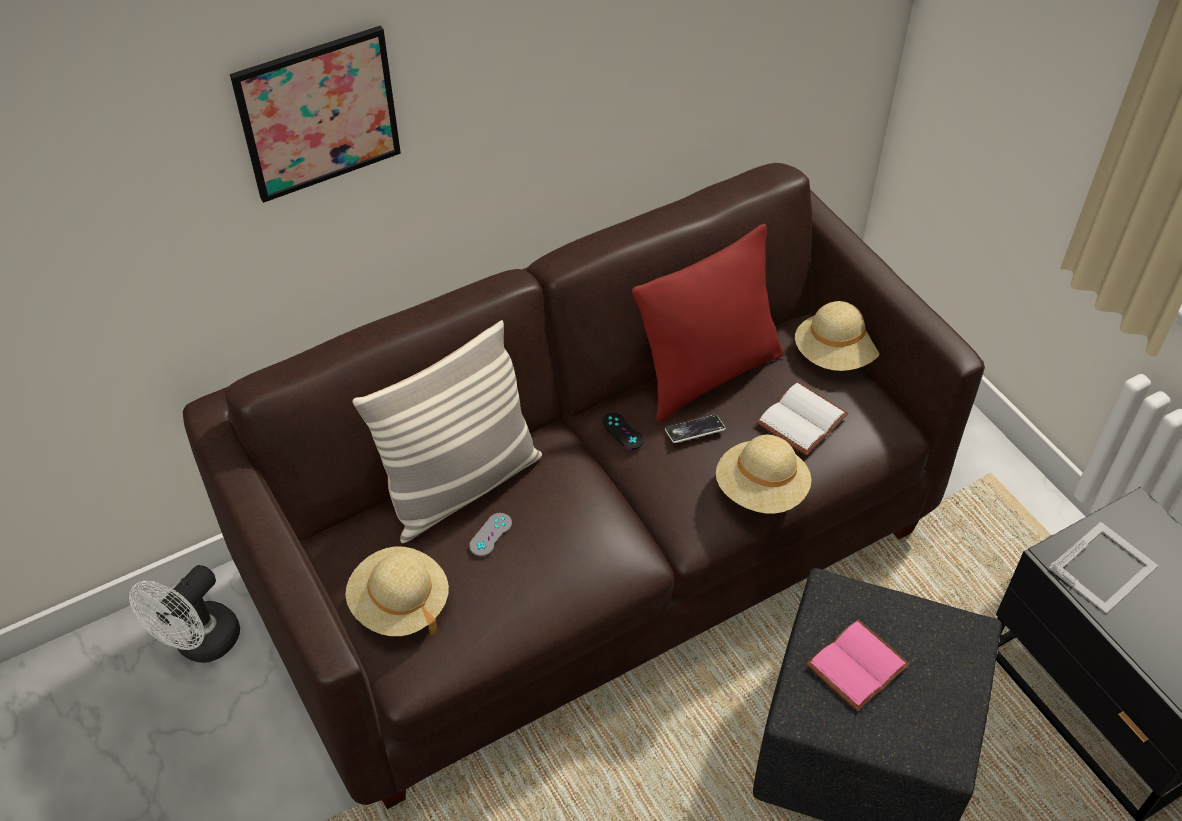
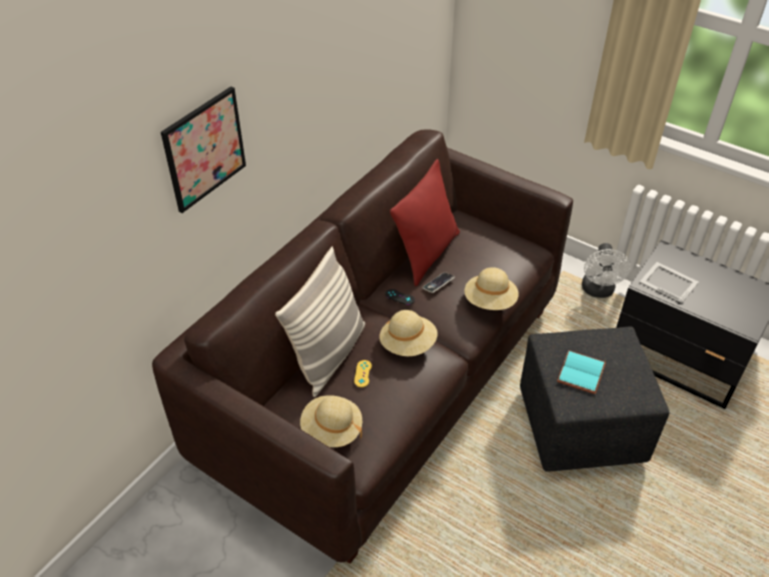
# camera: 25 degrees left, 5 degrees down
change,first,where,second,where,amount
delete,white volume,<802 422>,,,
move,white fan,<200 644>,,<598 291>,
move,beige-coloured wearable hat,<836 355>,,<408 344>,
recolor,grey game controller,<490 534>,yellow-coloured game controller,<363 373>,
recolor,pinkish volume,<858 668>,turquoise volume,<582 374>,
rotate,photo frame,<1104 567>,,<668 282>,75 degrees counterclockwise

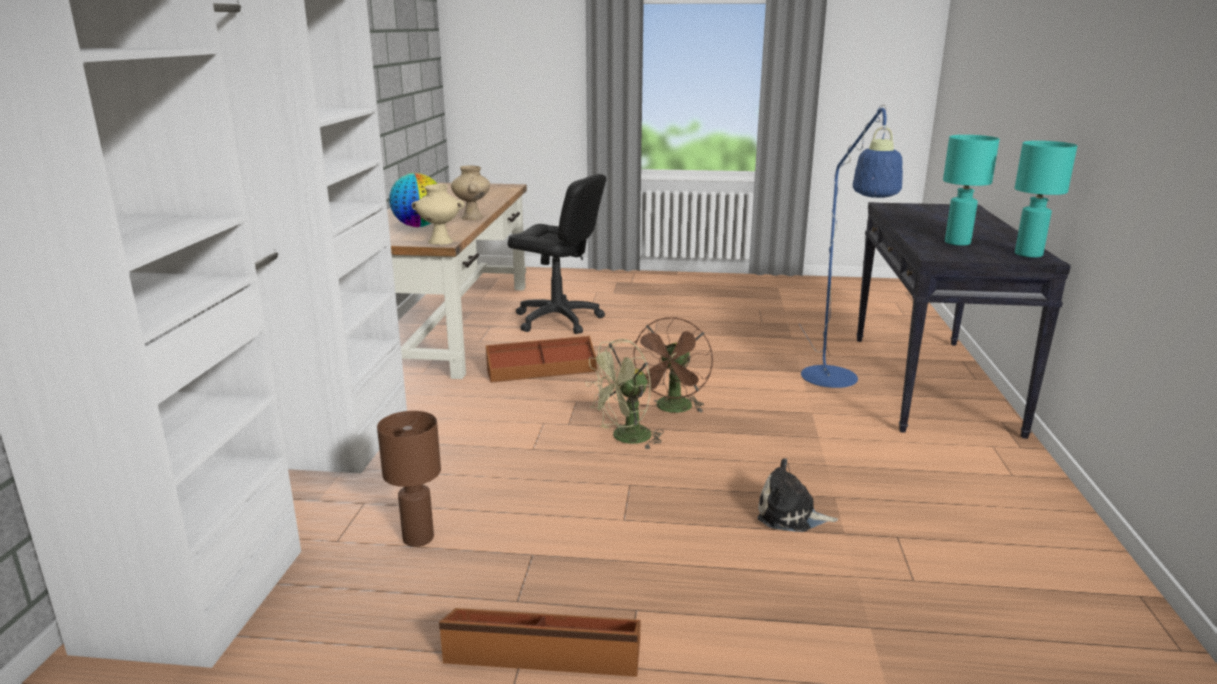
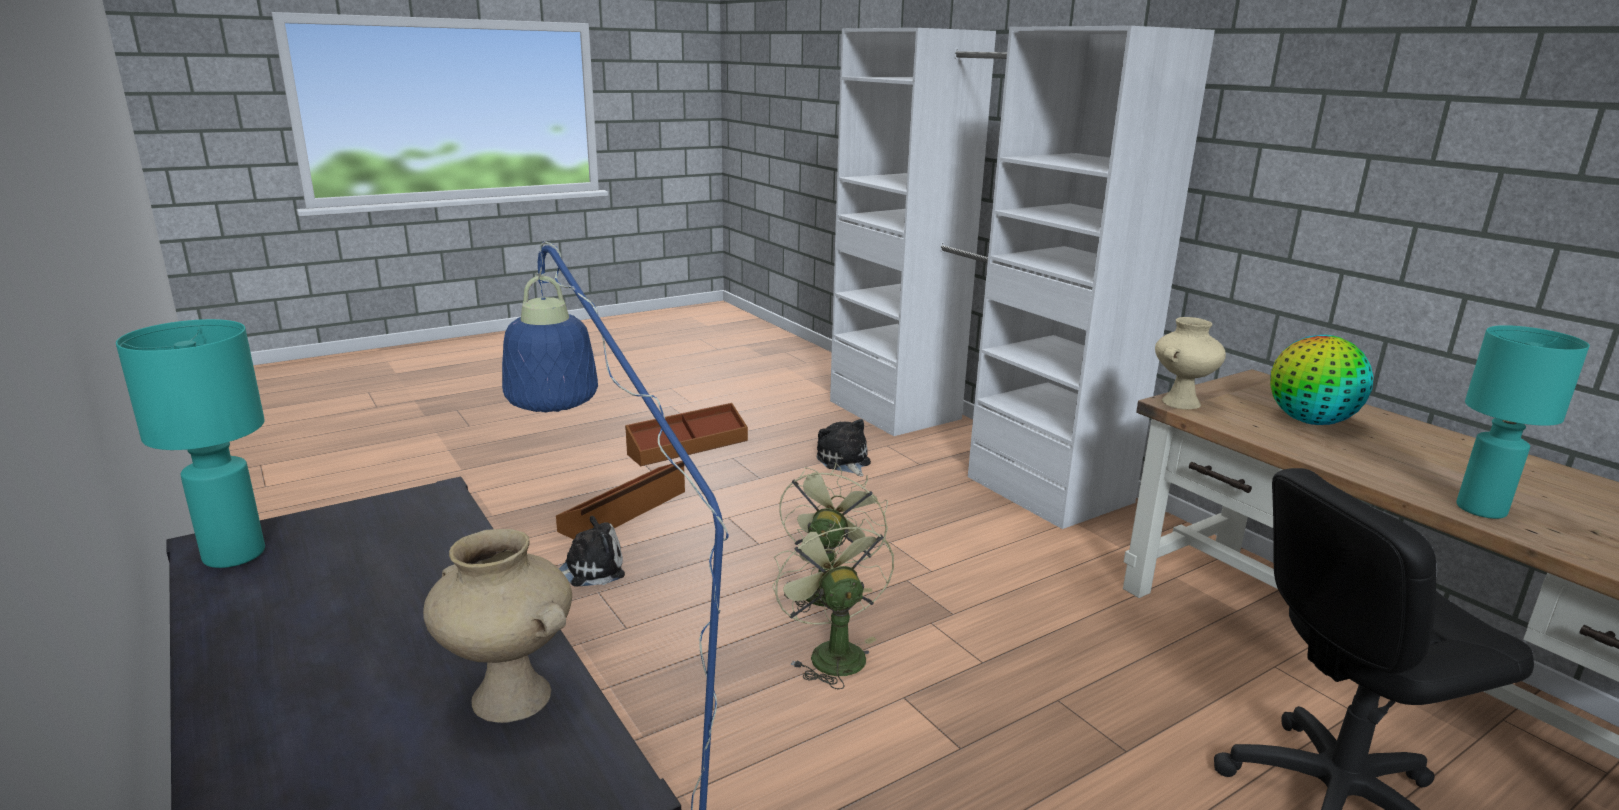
# camera: 140 degrees right, 0 degrees up
change,first,where,second,where,amount
move,beige-coloured decorative vase,<473 217>,,<508 698>,
move,brown storage box,<541 370>,,<625 511>,
move,turquoise table lamp,<957 243>,,<1480 509>,
replace,brown table lamp,<419 538>,cuddly toy,<844 461>,
recolor,brown fan,<673 409>,green fan,<831 652>,

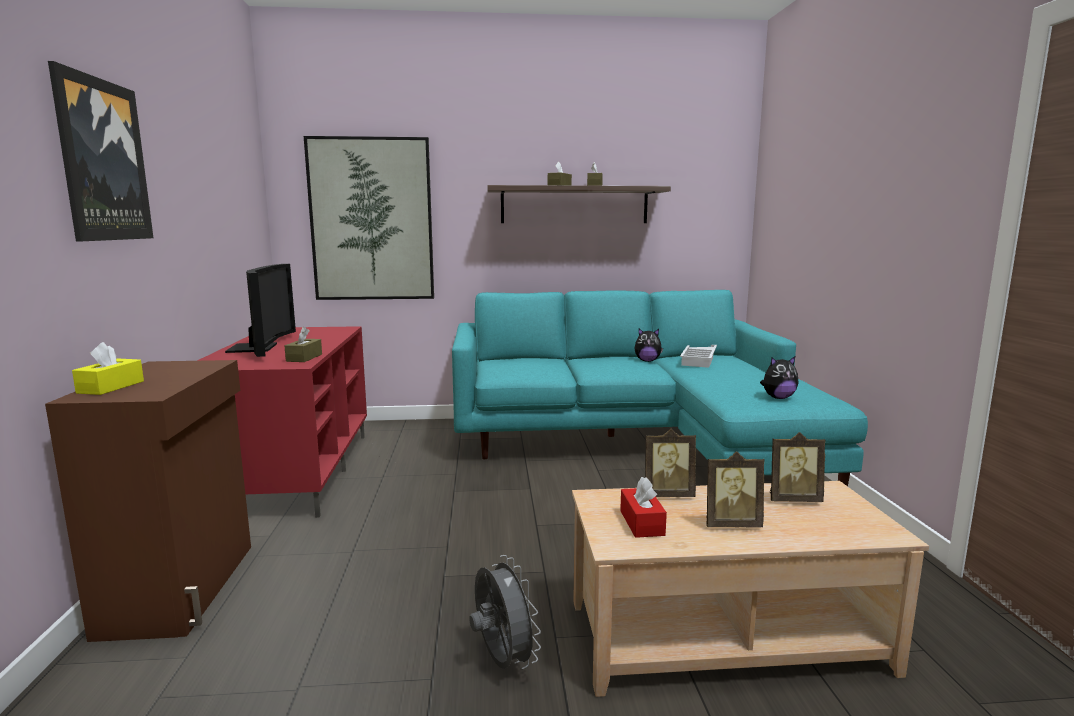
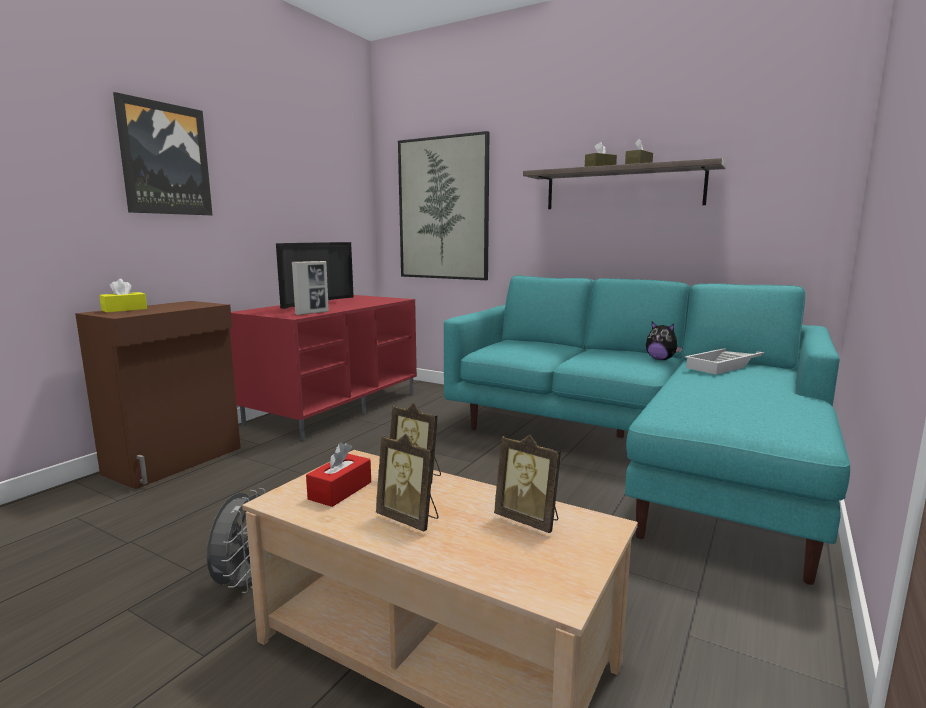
# camera: 35 degrees right, 0 degrees up
change,first,where,second,where,amount
delete,cuddly toy,<778 398>,,,
replace,brown tissue box,<304 358>,photo frame,<312 313>,

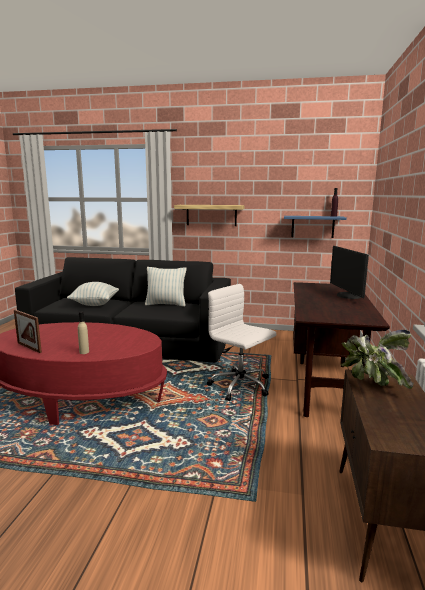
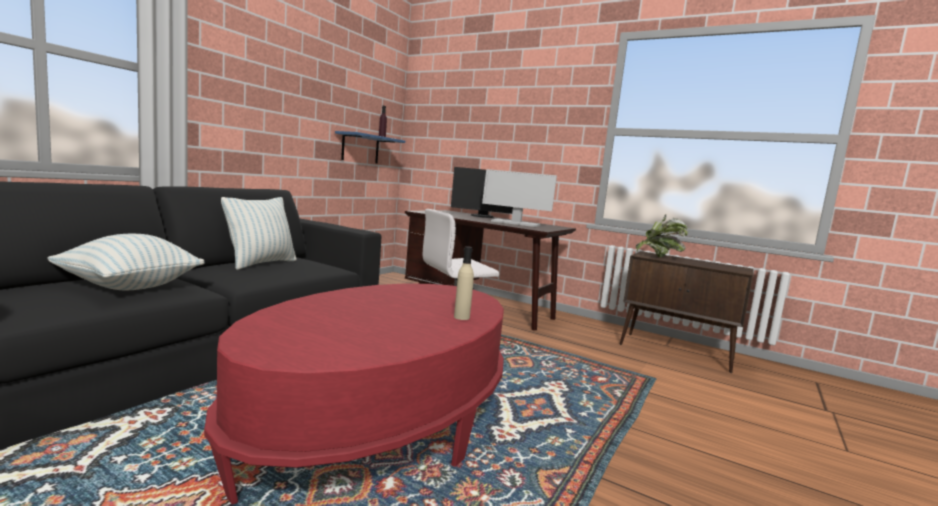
# camera: 70 degrees left, 5 degrees down
change,first,where,second,where,amount
delete,photo frame,<29 347>,,,
delete,shelf,<211 215>,,,
insert,,,monitor,<515 223>,

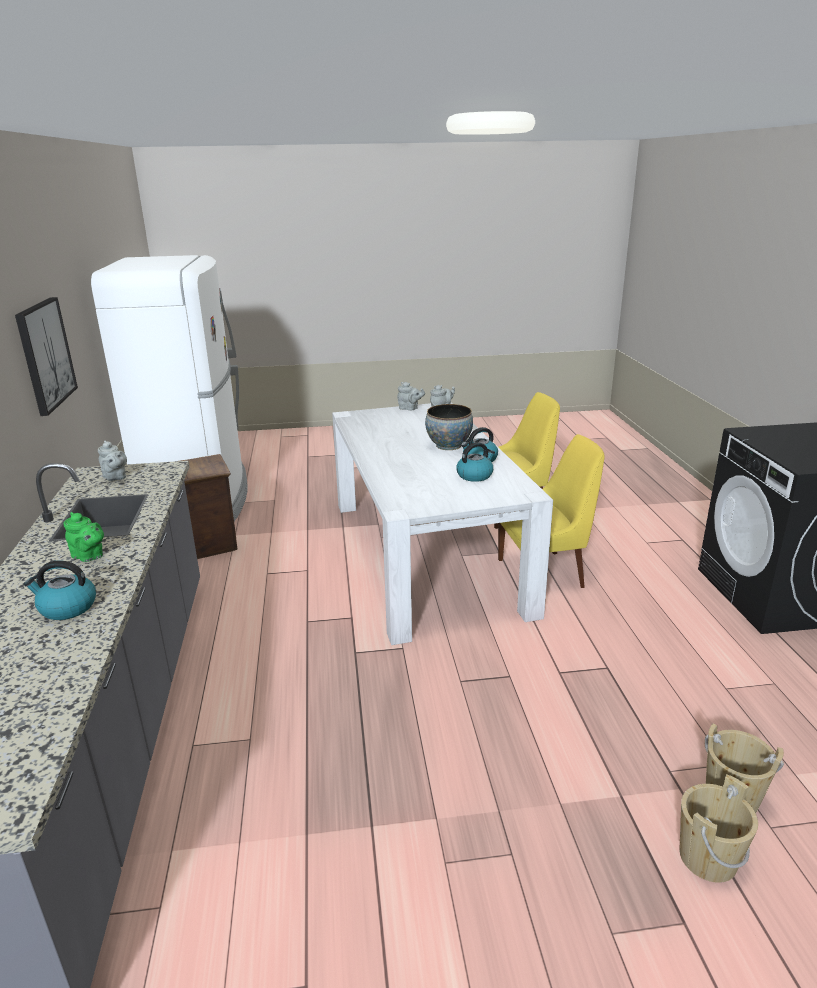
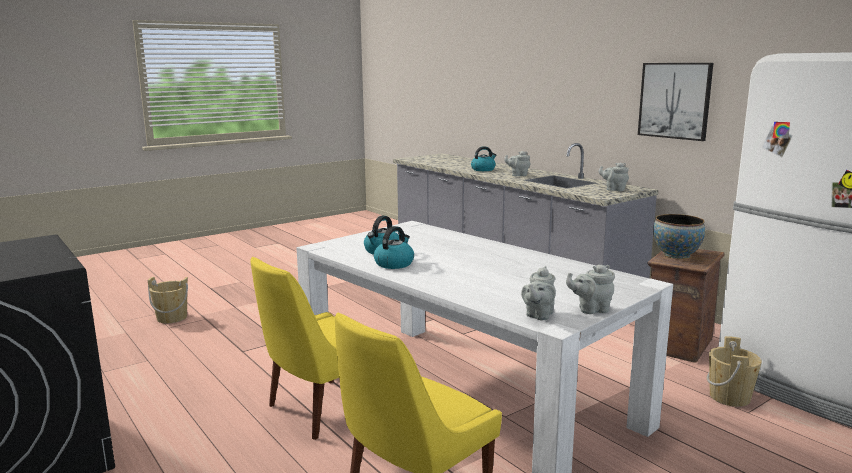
# camera: 150 degrees right, 10 degrees down
change,first,where,second,where,amount
move,serving bowl,<448 446>,,<676 255>,
move,beige-coloured water bucket,<708 857>,,<729 397>,
recolor,green pot for tea,<89 556>,grey pot for tea,<518 175>,

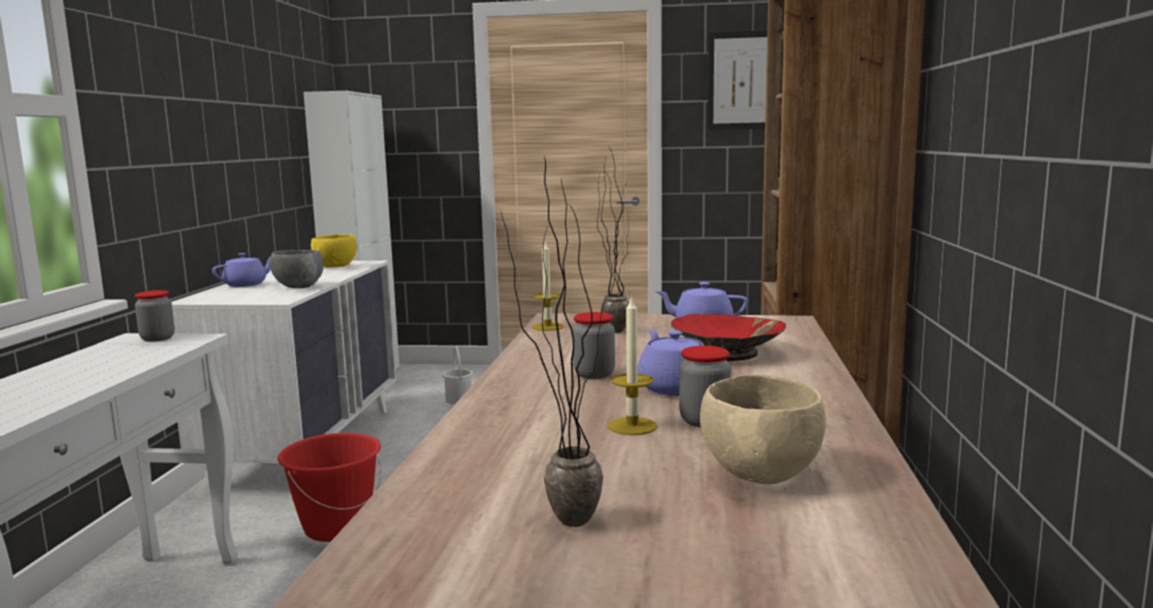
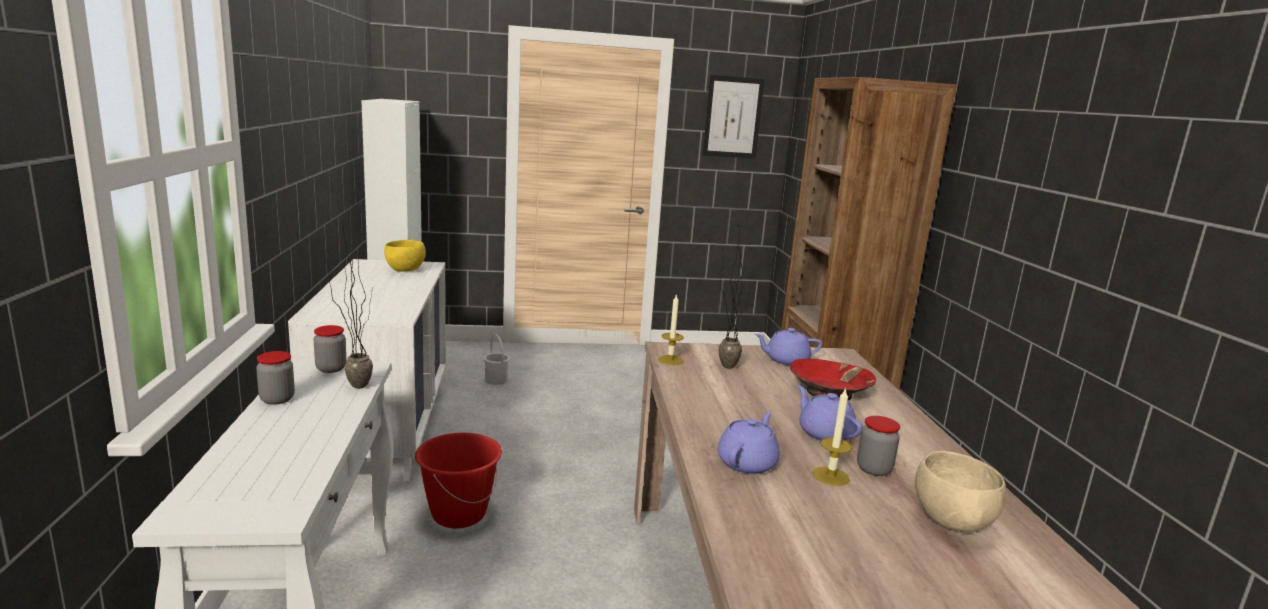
# camera: 15 degrees left, 5 degrees up
change,first,where,second,where,amount
delete,grey serving bowl,<298 287>,,,
move,purple-coloured pot for tea,<246 284>,,<747 463>,
move,houseplant,<560 516>,,<353 384>,
move,jar,<594 374>,,<277 399>,

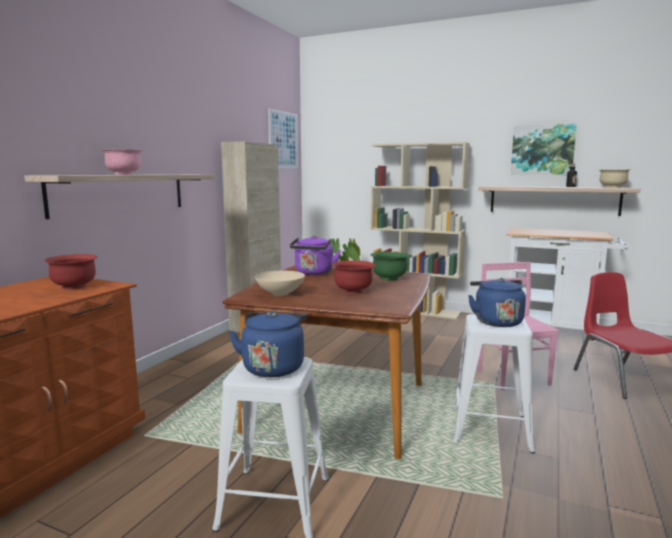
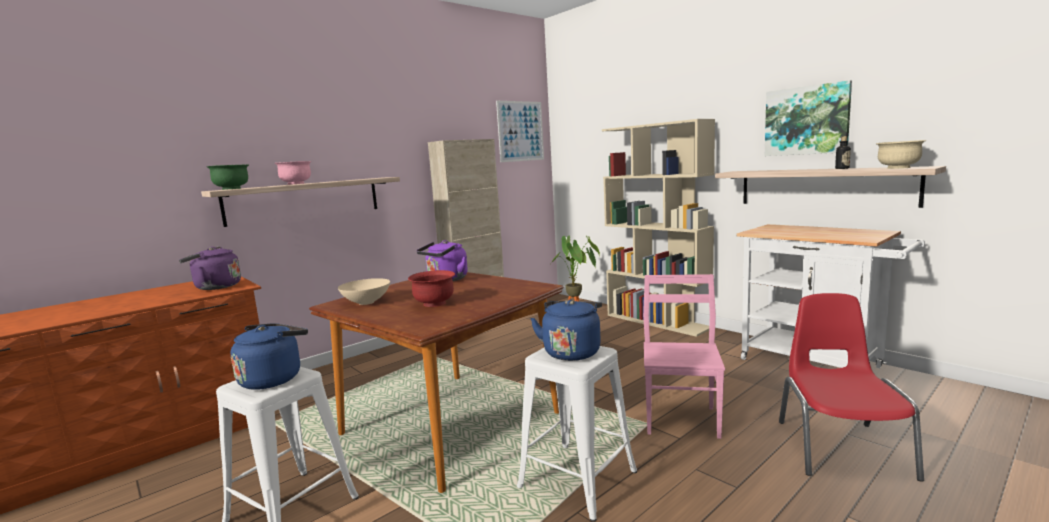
# camera: 25 degrees right, 0 degrees up
change,first,where,second,where,amount
move,green serving bowl,<389 279>,,<232 189>,
replace,reddish serving bowl,<74 287>,purple-coloured kettle,<215 287>,

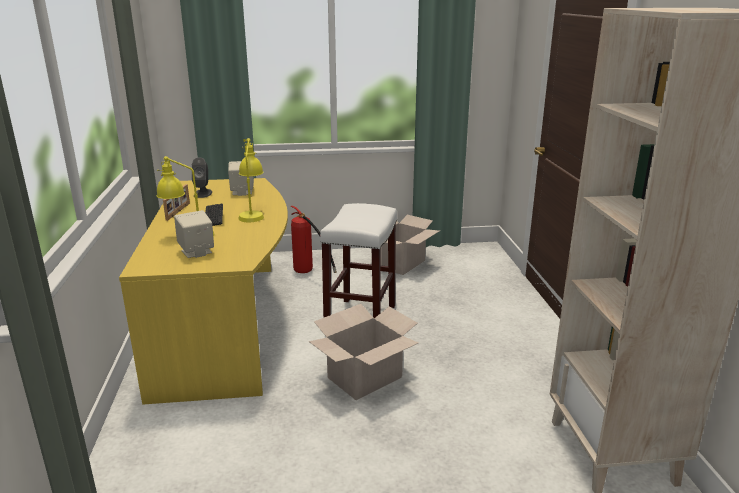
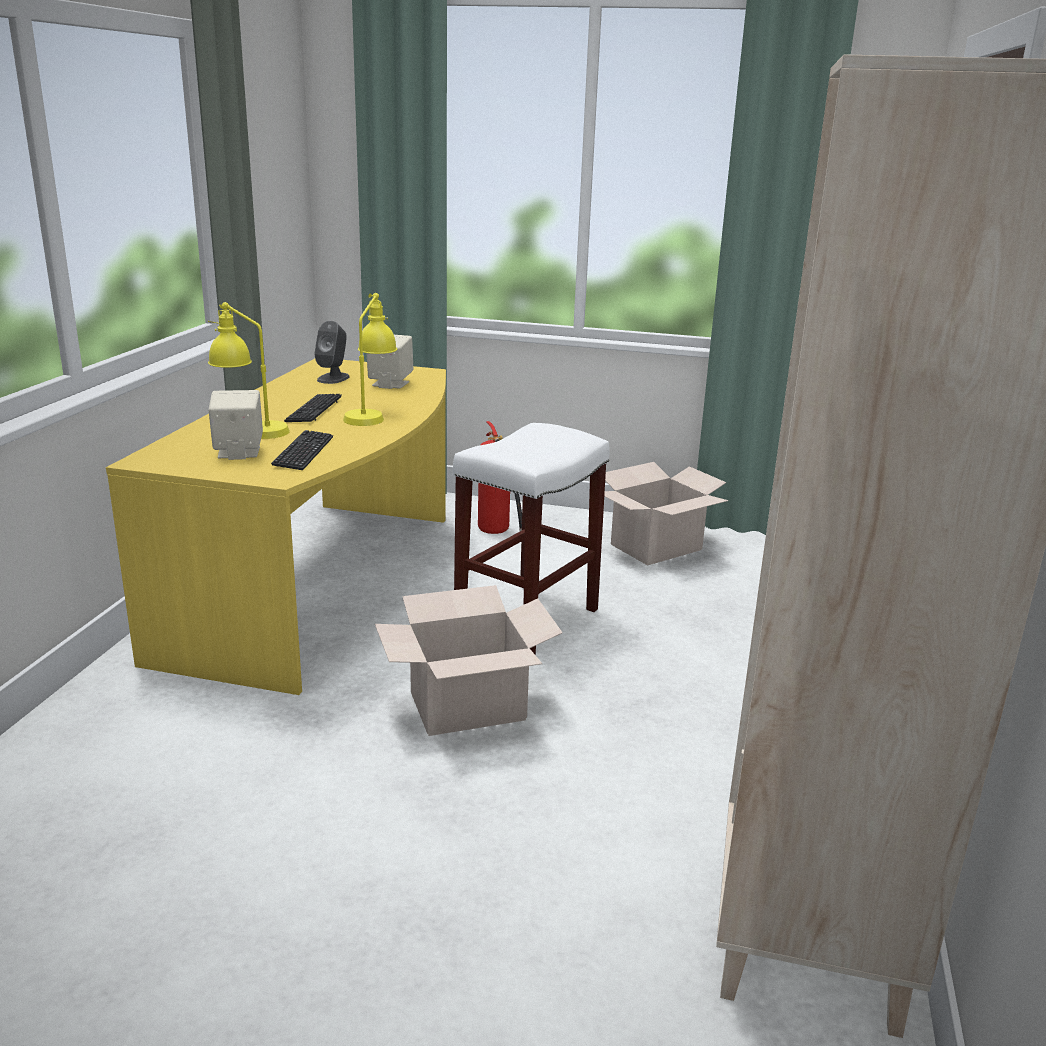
# camera: 20 degrees right, 0 degrees up
change,first,where,second,where,amount
delete,photo frame,<179 211>,,,
insert,,,PC keyboard,<303 452>,

